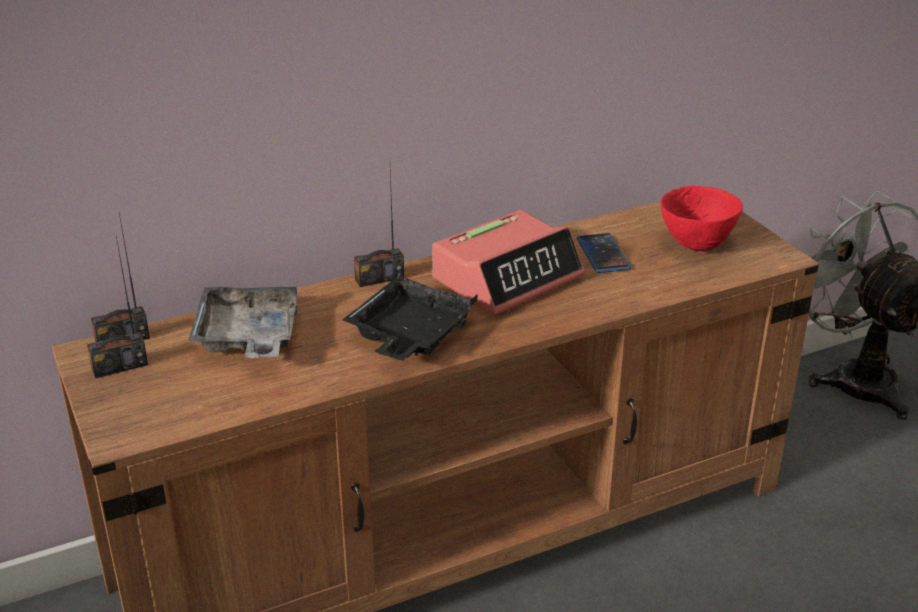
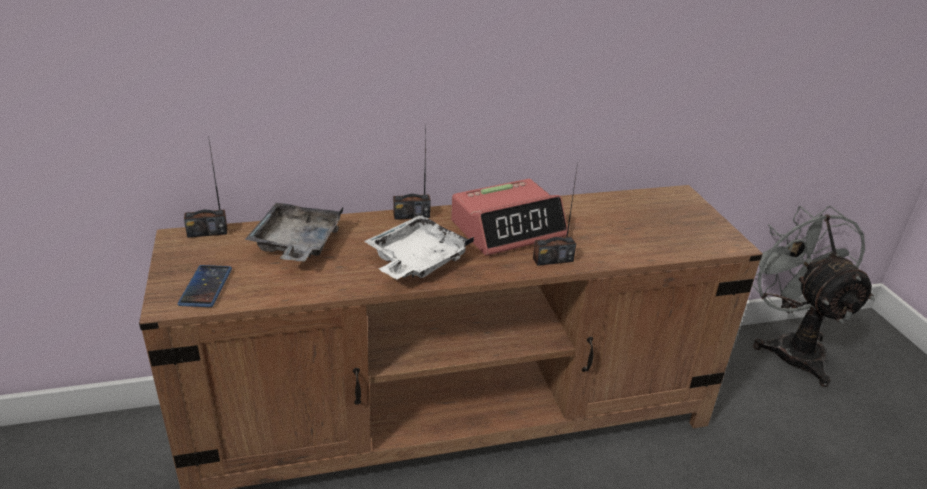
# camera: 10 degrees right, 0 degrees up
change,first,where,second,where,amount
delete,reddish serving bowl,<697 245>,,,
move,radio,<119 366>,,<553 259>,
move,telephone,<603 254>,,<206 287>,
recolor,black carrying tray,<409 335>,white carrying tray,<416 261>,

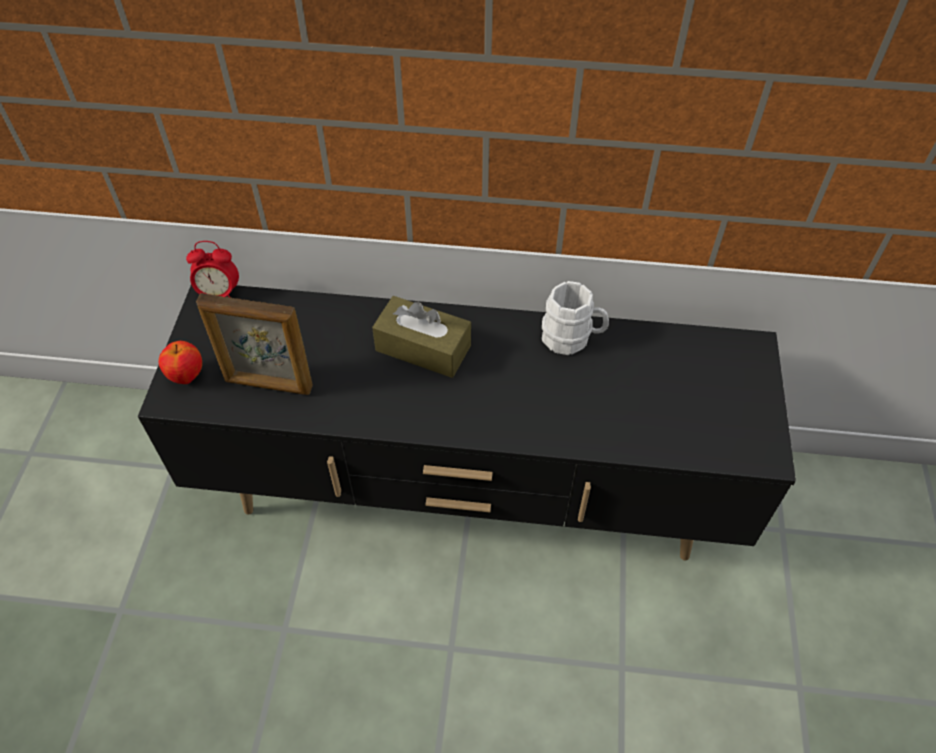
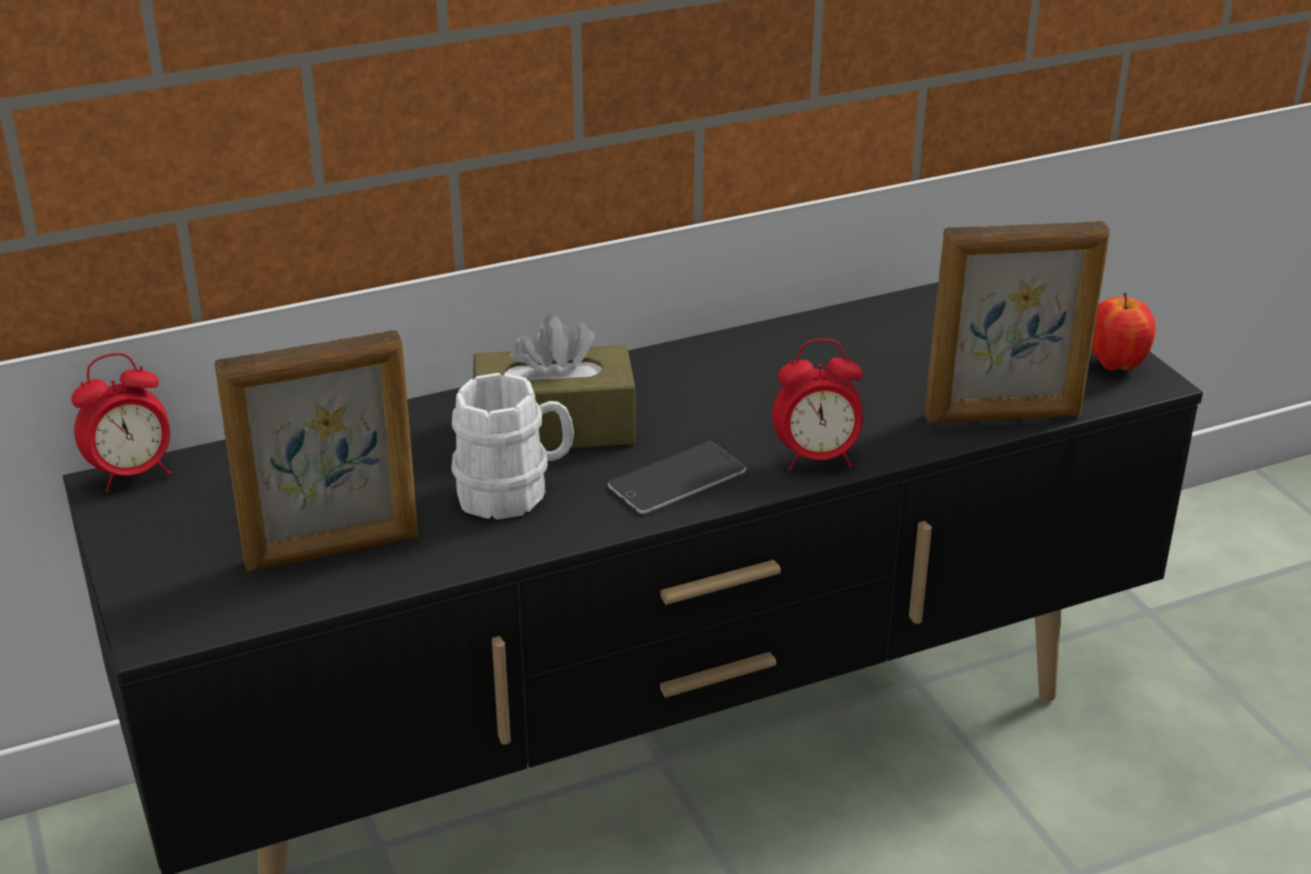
# camera: 30 degrees left, 20 degrees down
change,first,where,second,where,amount
insert,,,telephone,<677 478>,
insert,,,table clock,<816 458>,
insert,,,photo frame,<1003 416>,
move,apple,<187 376>,,<1116 365>,
move,white coffee mug,<572 338>,,<515 491>,

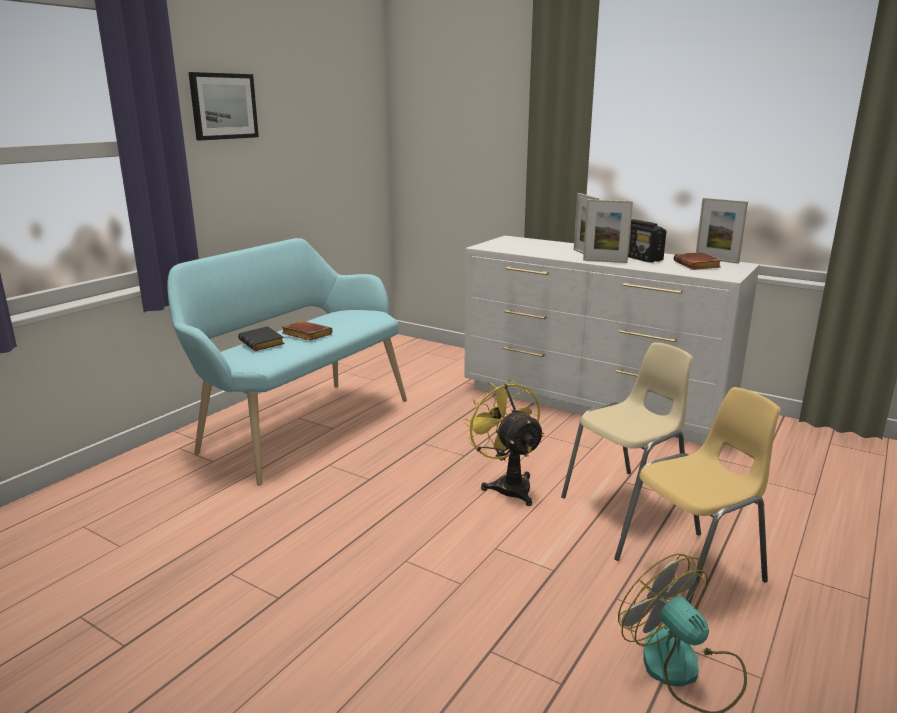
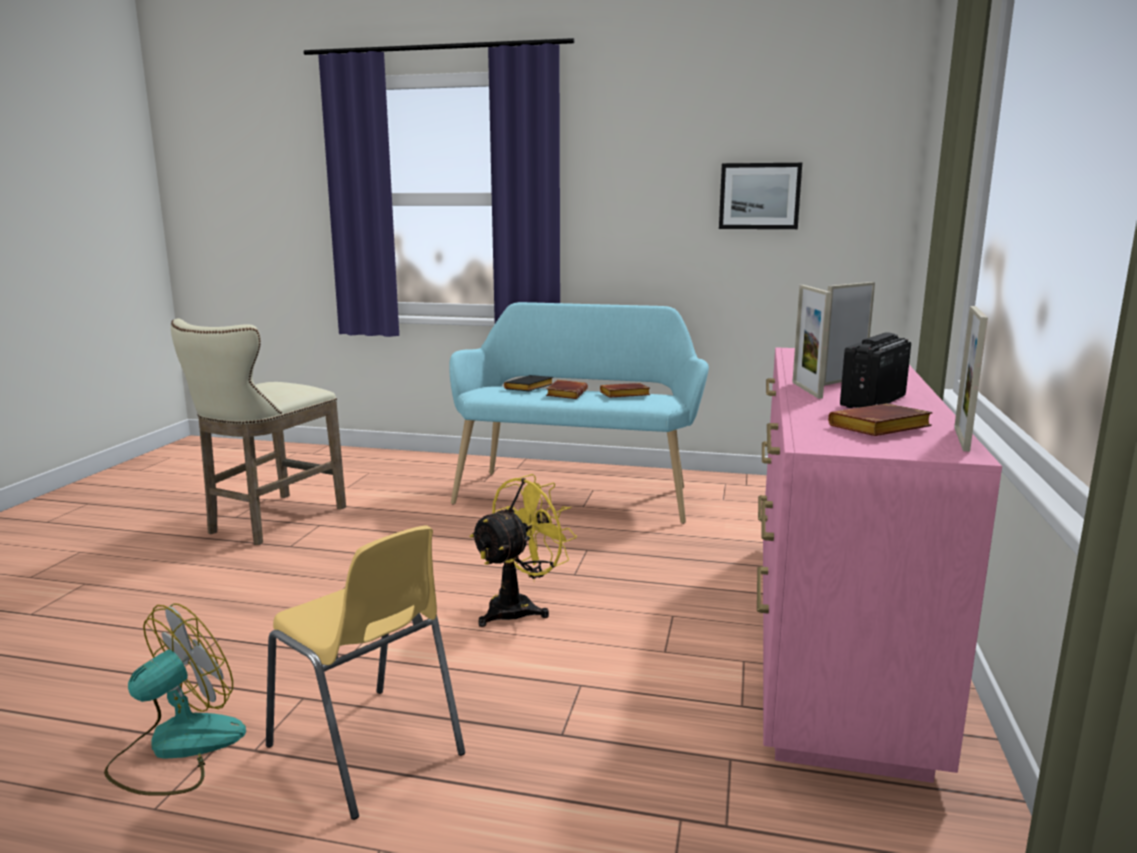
# camera: 70 degrees right, 5 degrees down
change,first,where,second,where,amount
delete,beige-coloured upright chair,<626 501>,,,
insert,,,beige-coloured stool,<269 522>,
insert,,,brown volume,<623 395>,
move,wall picture,<223 106>,,<759 196>,
recolor,white dresser,<594 403>,pinkish dresser,<830 639>,

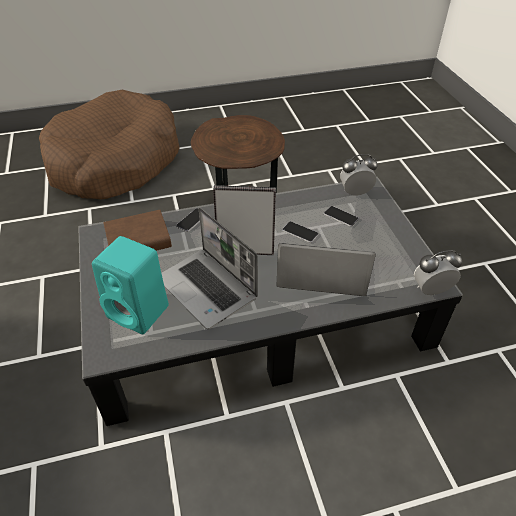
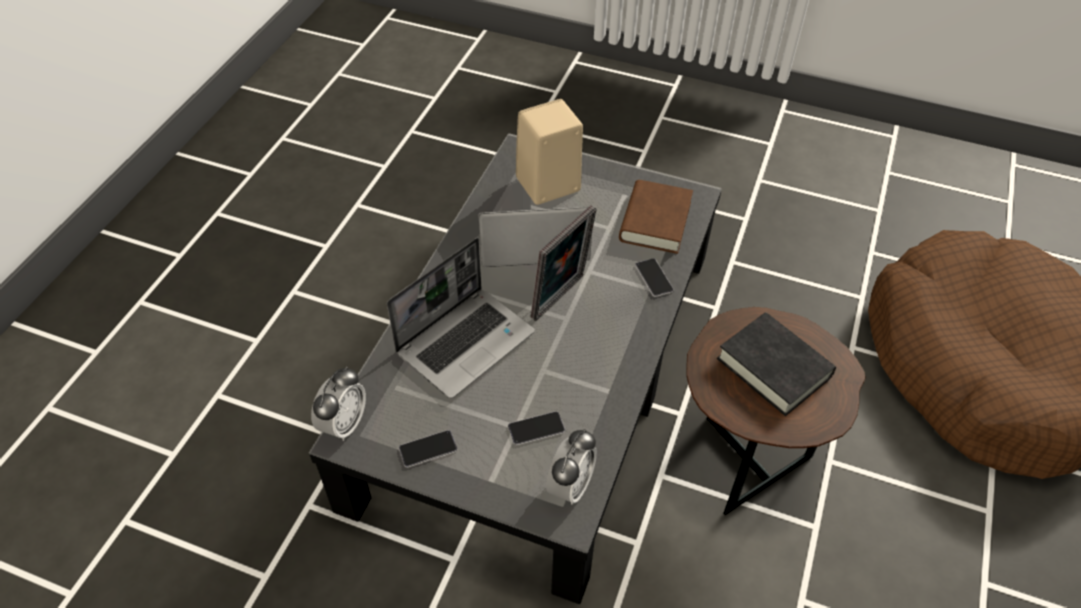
# camera: 125 degrees right, 5 degrees up
change,first,where,second,where,amount
insert,,,black volume,<773 368>,
move,telephone,<300 232>,,<428 449>,
recolor,turquoise speaker,<140 312>,beige-coloured speaker,<546 185>,

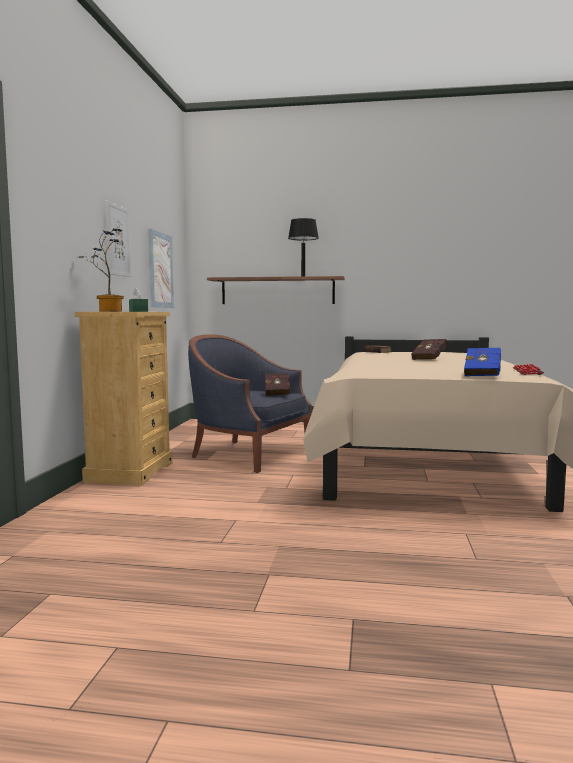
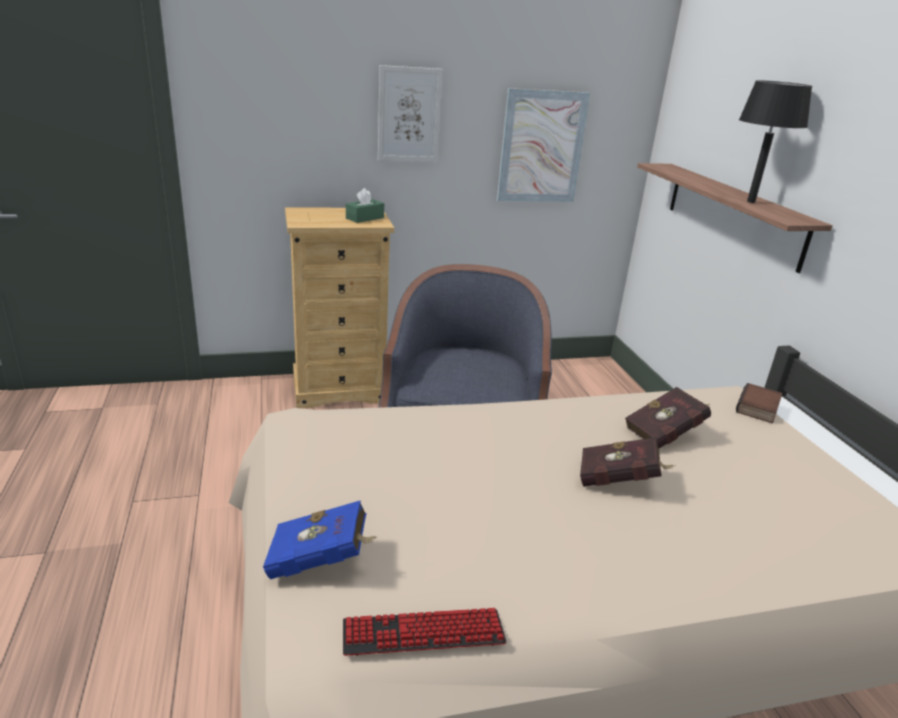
# camera: 65 degrees right, 20 degrees up
change,first,where,second,where,amount
delete,houseplant,<107 311>,,,
move,reddish volume,<277 393>,,<666 434>,

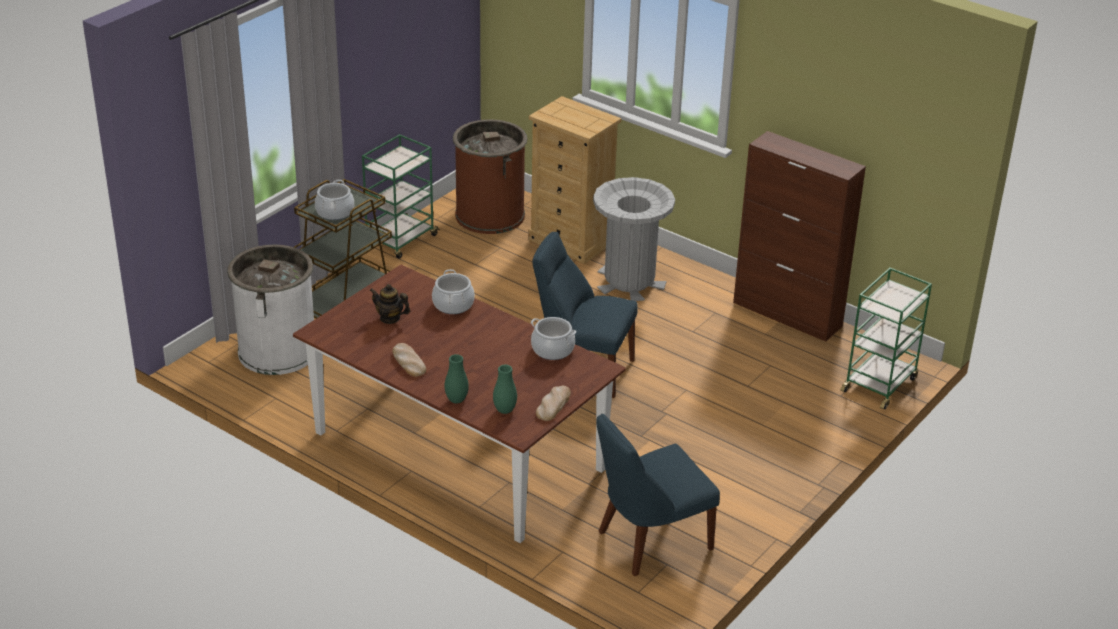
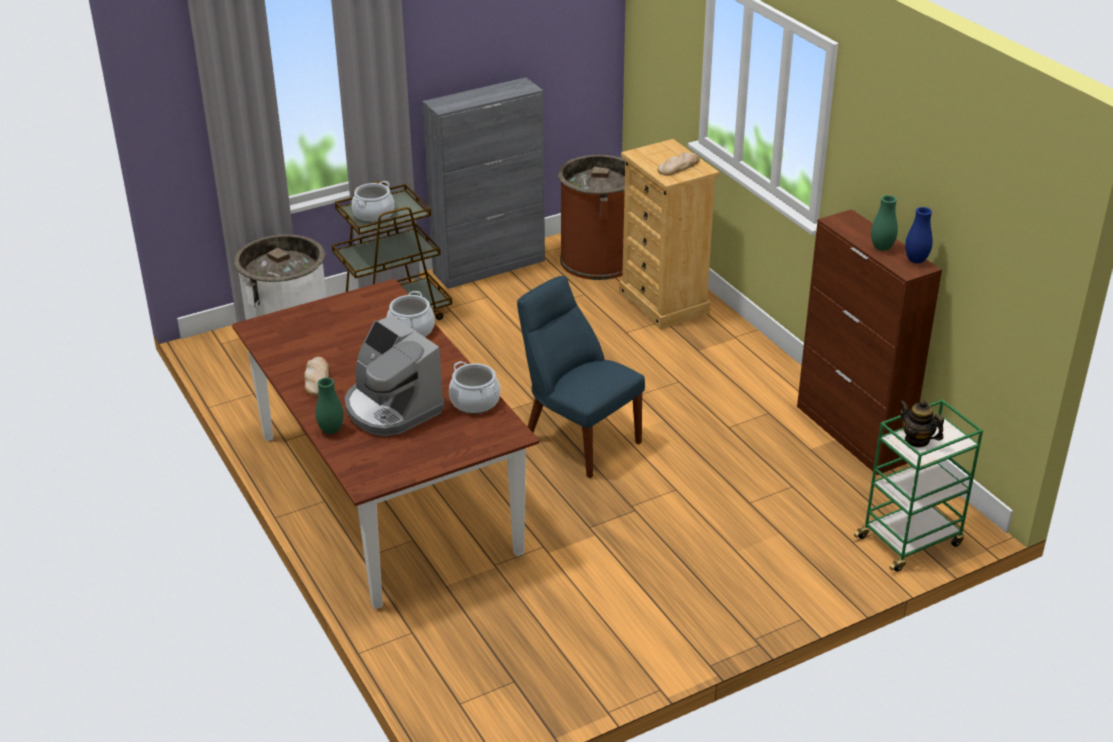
# camera: 25 degrees right, 0 degrees up
change,first,where,second,where,amount
delete,grey trash can,<629 281>,,,
delete,bluish upright chair,<650 541>,,,
insert,,,coffee machine,<391 408>,
insert,,,bluish decorative vase,<916 260>,
move,pot for tea,<390 318>,,<917 440>,
move,green decorative vase,<504 410>,,<882 248>,
move,baked bread,<553 405>,,<678 166>,
replace,green wheeled cart,<400 240>,grey cabinet,<490 267>,

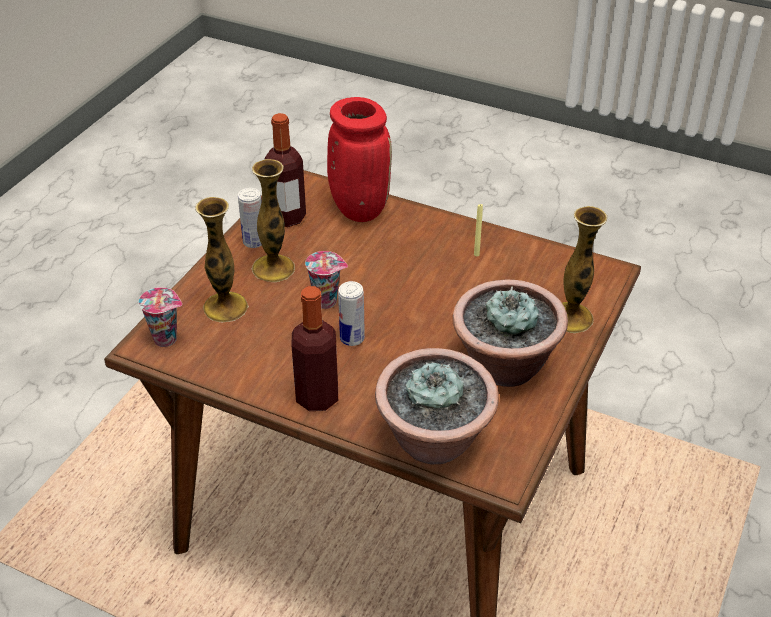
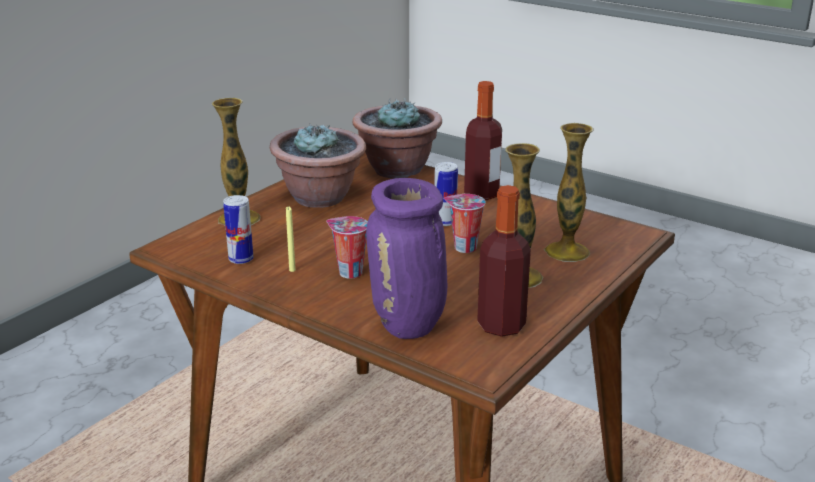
# camera: 170 degrees left, 15 degrees down
change,first,where,second,where,amount
move,small cup,<167 339>,,<348 273>,
move,metal can,<254 242>,,<241 259>,
recolor,reddish decorative vase,<358 209>,purple-coloured decorative vase,<409 327>,

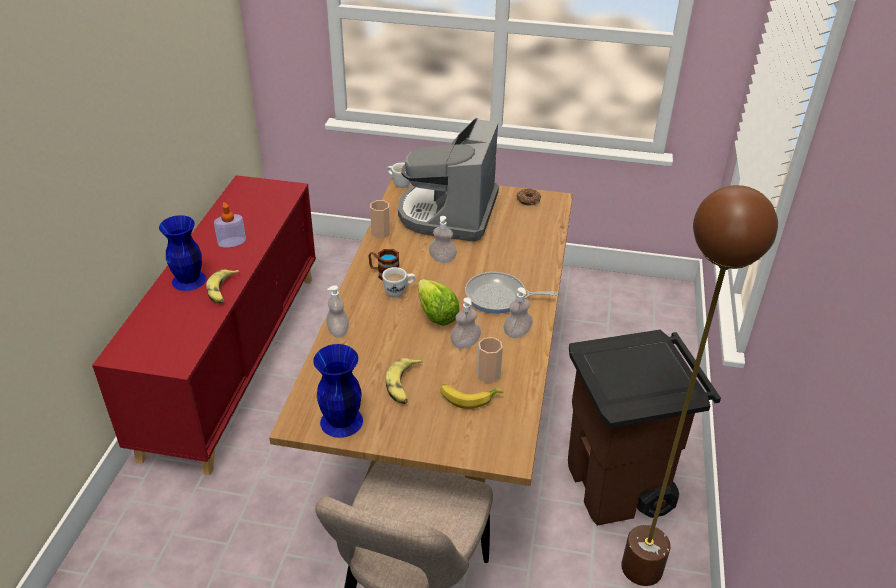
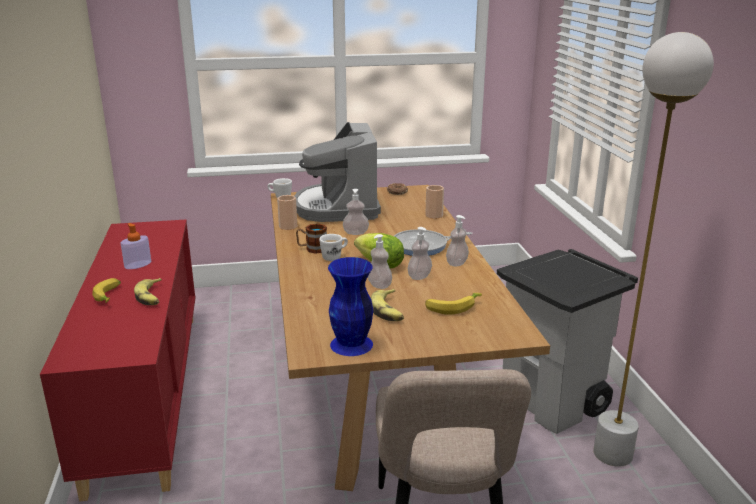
# camera: 20 degrees left, 15 degrees down
change,first,where,second,where,amount
move,soap bottle,<338 331>,,<379 285>,
move,small cup,<488 374>,,<434 215>,
replace,bluish decorative vase,<188 280>,banana,<110 296>,
recolor,brown trash can,<618 486>,grey trash can,<554 403>,
recolor,brown standard lamp,<642 568>,white standard lamp,<613 454>,

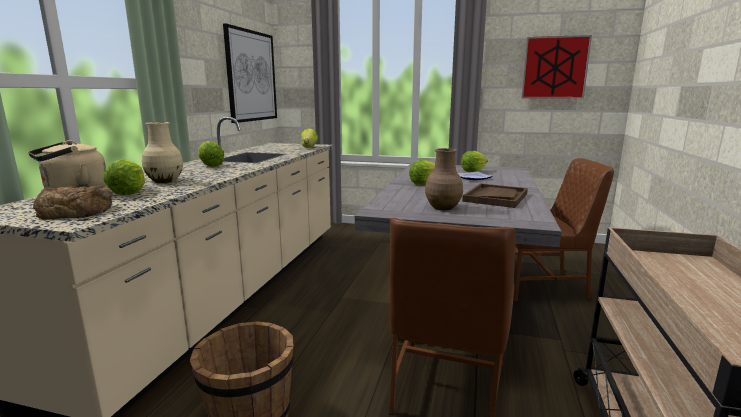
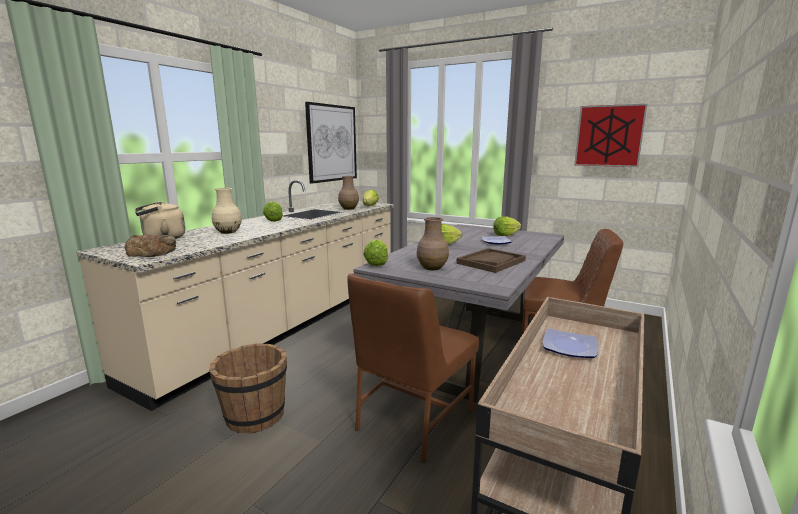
# camera: 15 degrees right, 0 degrees up
change,first,where,second,where,amount
insert,,,brown decorative vase,<348 208>,
insert,,,flat dish,<570 348>,
move,lettuce head,<129 192>,,<377 263>,

